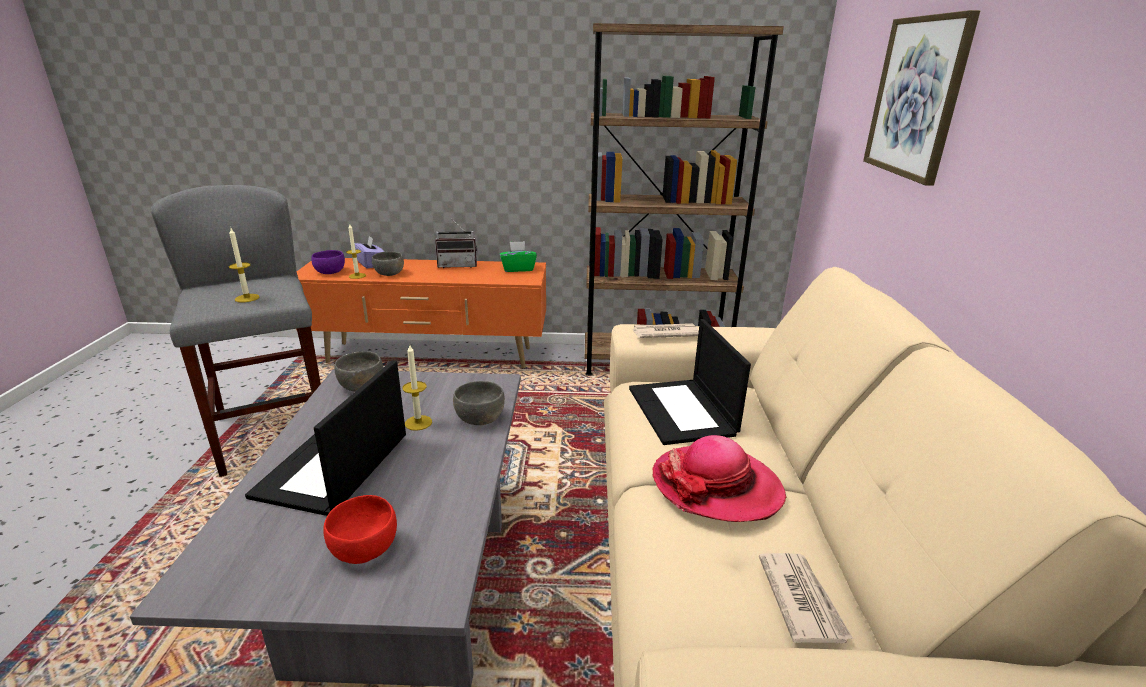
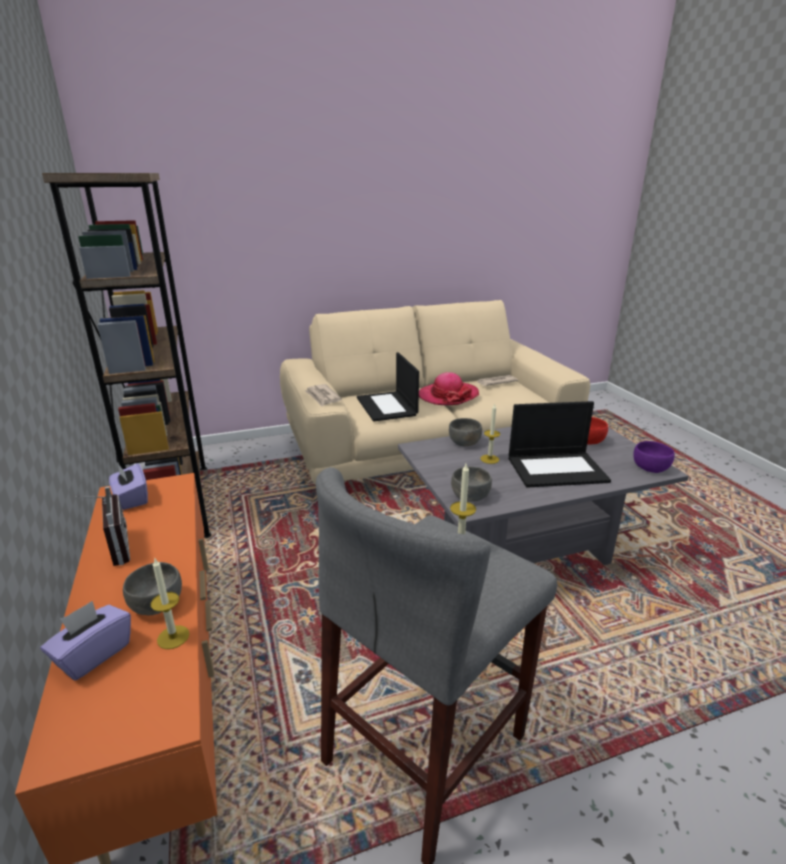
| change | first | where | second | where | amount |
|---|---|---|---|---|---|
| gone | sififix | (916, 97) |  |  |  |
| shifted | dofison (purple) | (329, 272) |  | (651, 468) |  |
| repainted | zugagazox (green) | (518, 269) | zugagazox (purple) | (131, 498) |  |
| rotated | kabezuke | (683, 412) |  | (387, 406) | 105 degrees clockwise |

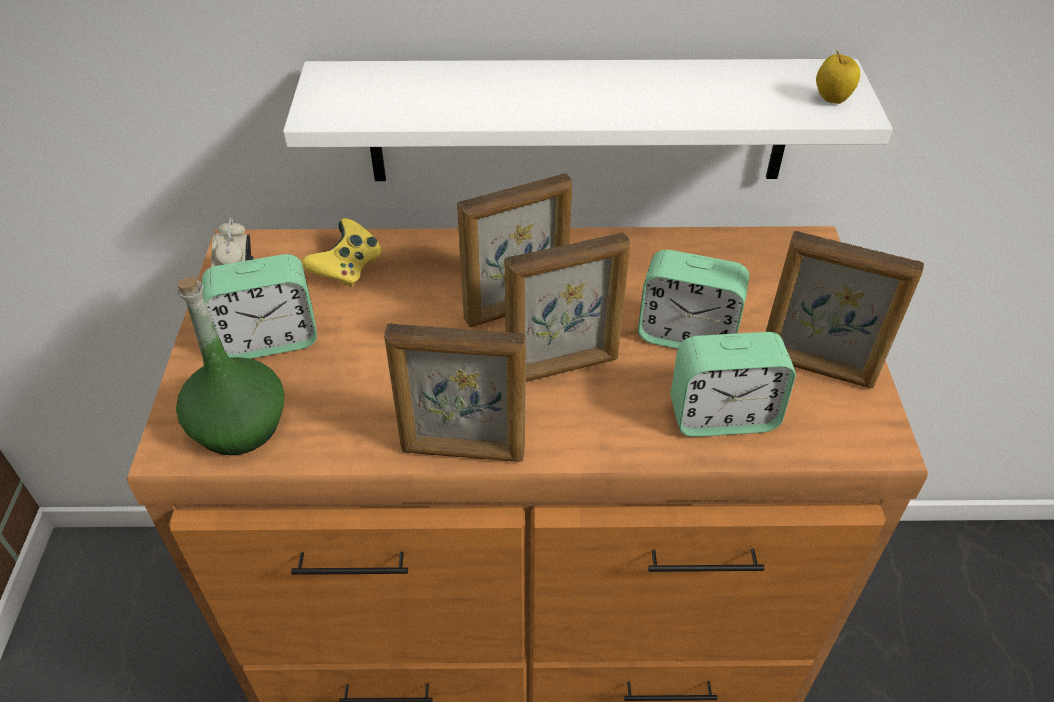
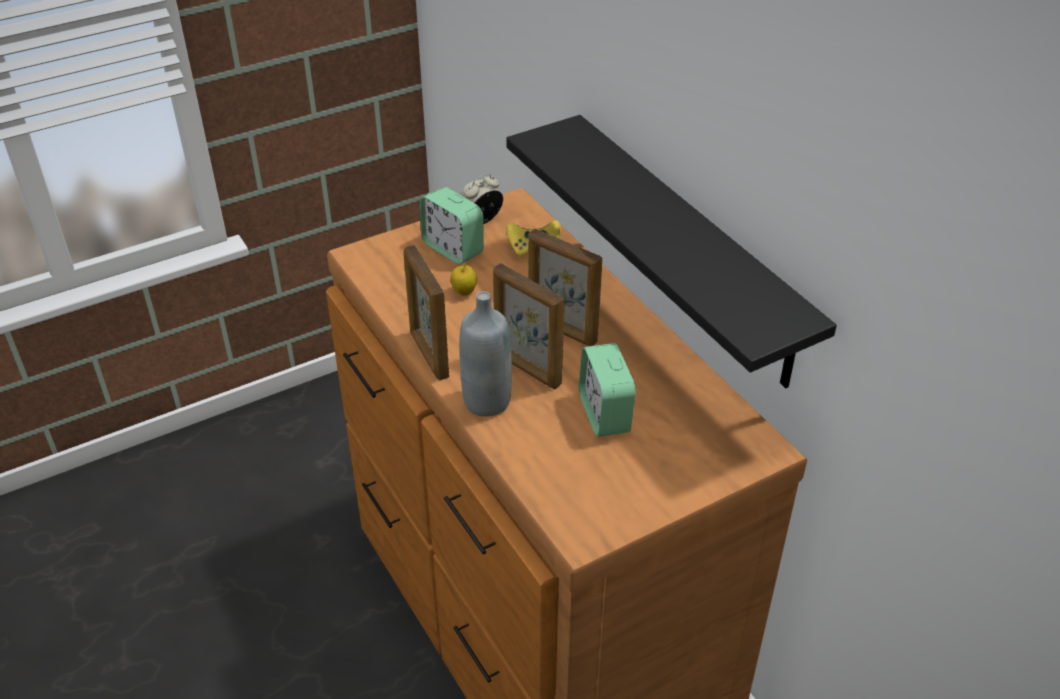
| change | first | where | second | where | amount |
|---|---|---|---|---|---|
| gone | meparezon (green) | (239, 426) |  |  |  |
| gone | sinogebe | (722, 416) |  |  |  |
| gone | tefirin | (816, 369) |  |  |  |
| new |  |  | meparezon (grey) | (487, 401) |  |
| shifted | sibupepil | (831, 100) |  | (464, 292) |  |
| repainted | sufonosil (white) | (578, 121) | sufonosil (black) | (688, 250) |  |

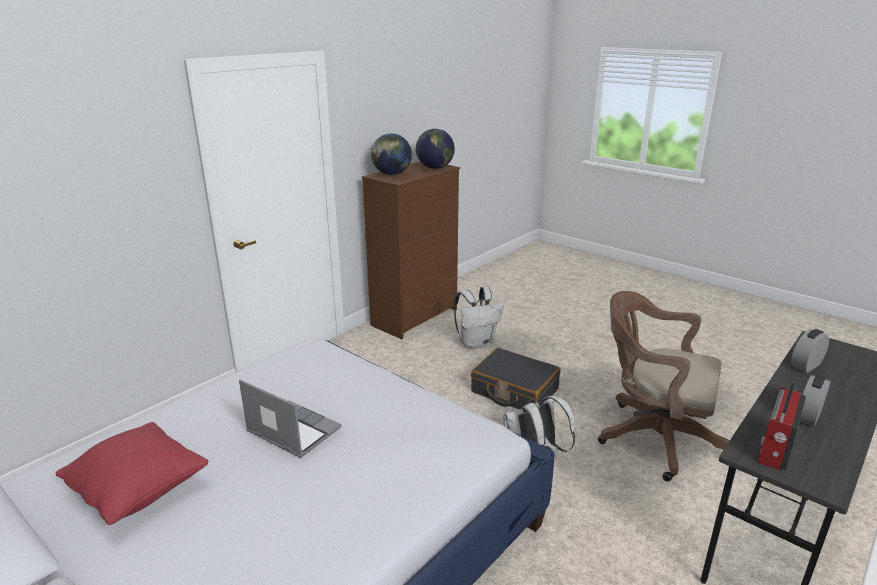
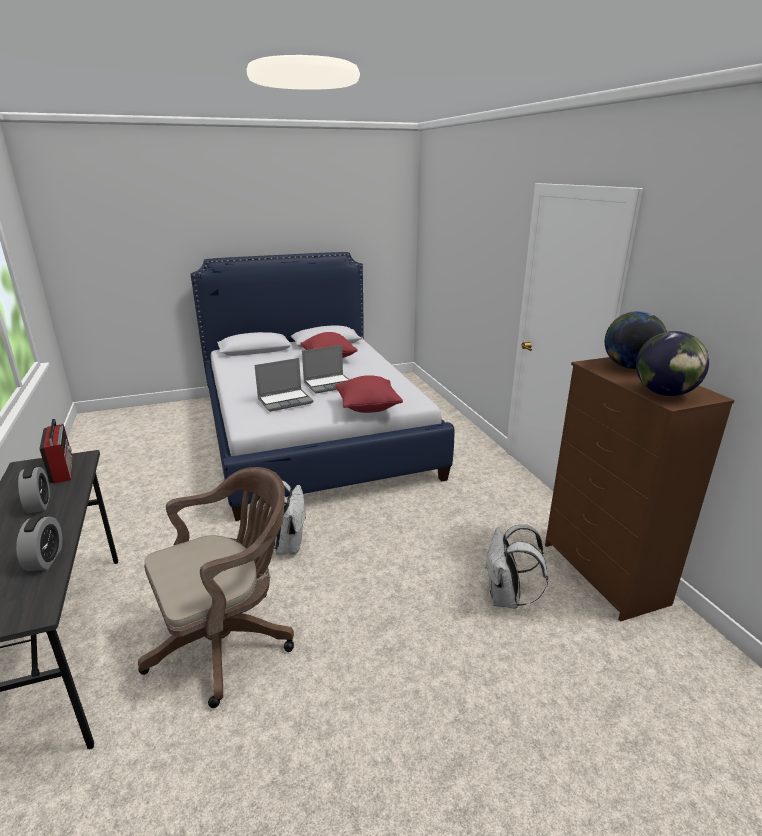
| change | first | where | second | where | amount |
|---|---|---|---|---|---|
| gone | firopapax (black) | (514, 391) |  |  |  |
| new |  |  | kabezuke | (285, 401) |  |
| new |  |  | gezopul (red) | (368, 408) |  |

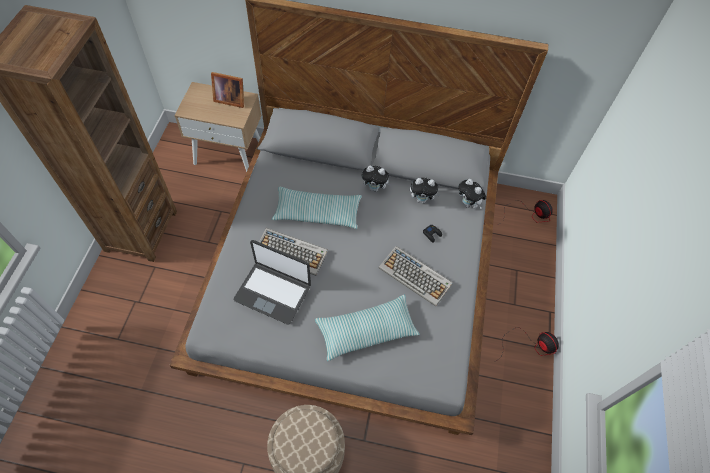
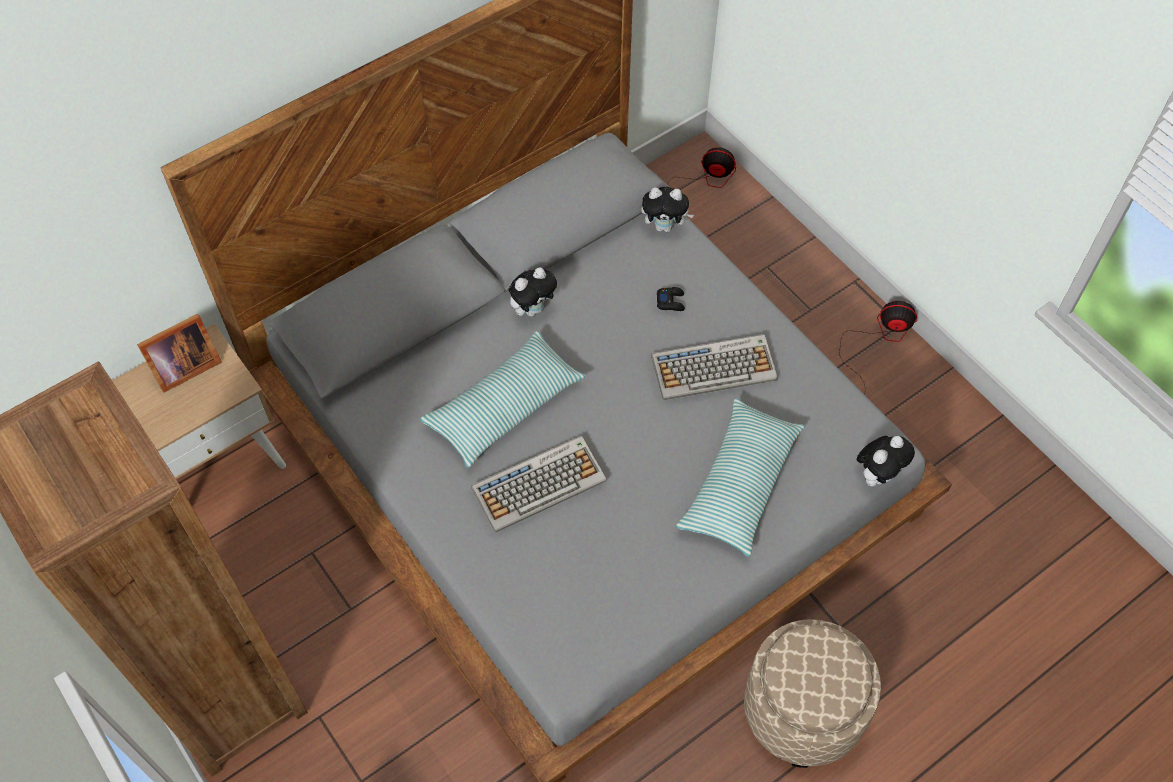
| change | first | where | second | where | amount |
|---|---|---|---|---|---|
| gone | kabezuke | (273, 292) |  |  |  |
| shifted | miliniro | (422, 199) |  | (878, 475) |  |

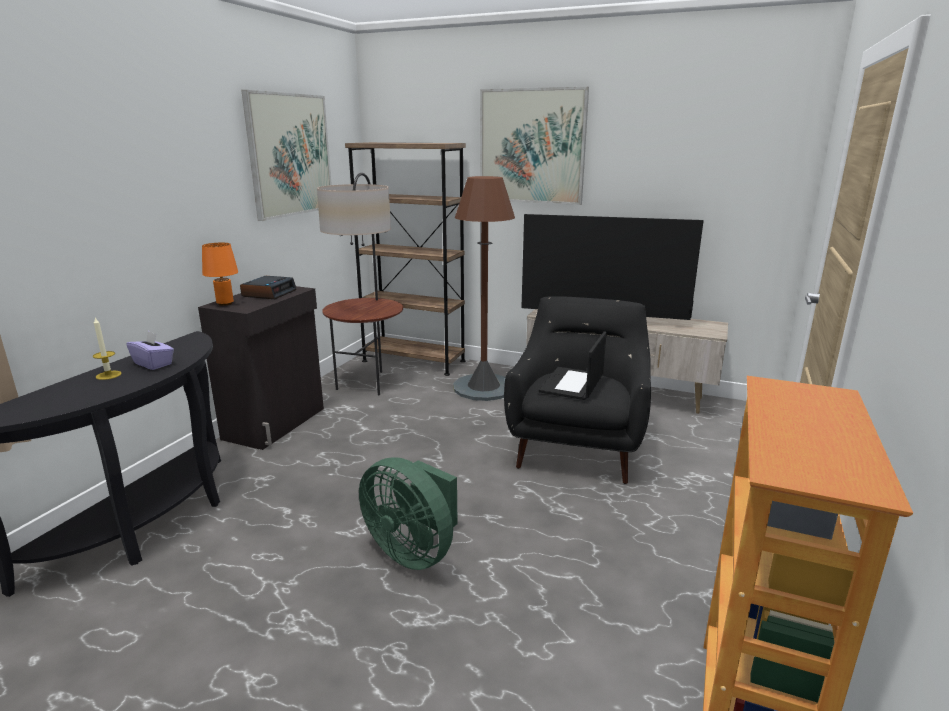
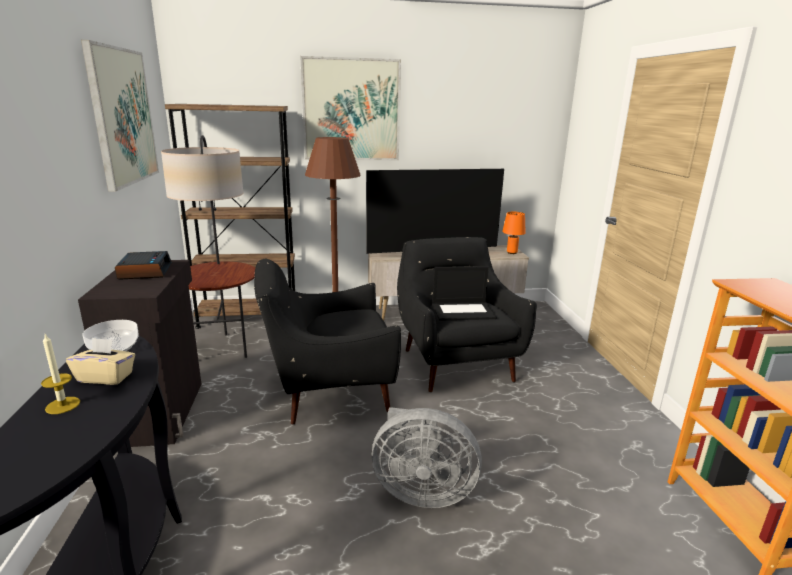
| change | first | where | second | where | amount |
|---|---|---|---|---|---|
| new |  |  | dofison | (114, 348) |  |
| new |  |  | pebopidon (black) | (327, 391) |  |
| shifted | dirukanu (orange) | (224, 303) |  | (511, 252) |  |
| repainted | zugagazox (purple) | (153, 364) | zugagazox (beige) | (106, 377) |  |
| repainted | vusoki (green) | (413, 551) | vusoki (grey) | (421, 491) |  |
| rotated | kabezuke | (572, 384) |  | (463, 311) | 90 degrees counterclockwise |

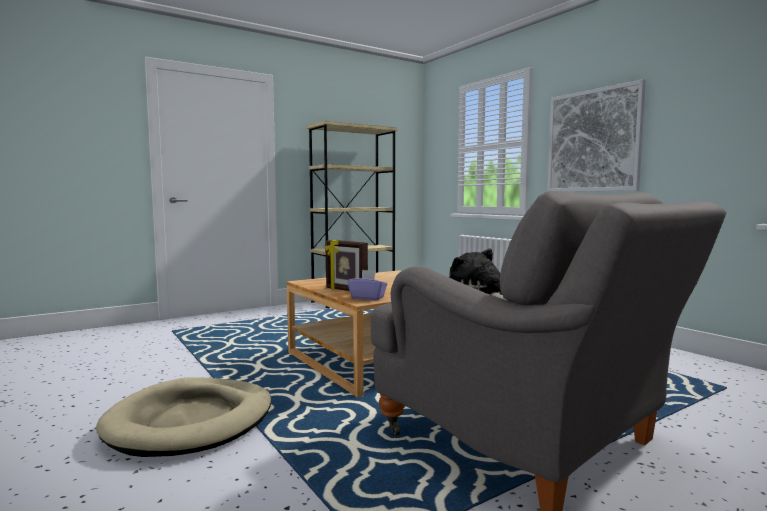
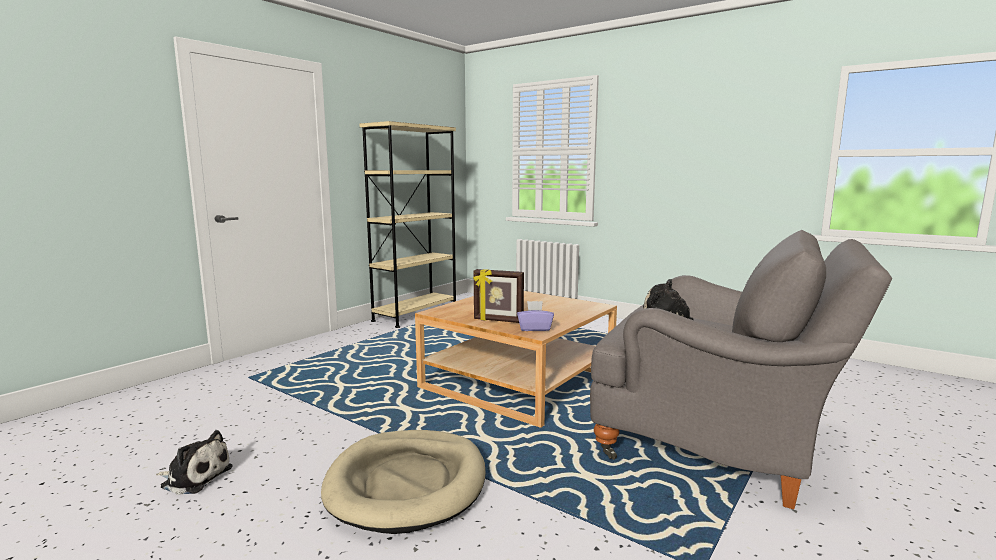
| change | first | where | second | where | amount |
|---|---|---|---|---|---|
| gone | sififix | (593, 141) |  |  |  |
| new |  |  | miliniro | (194, 477) |  |

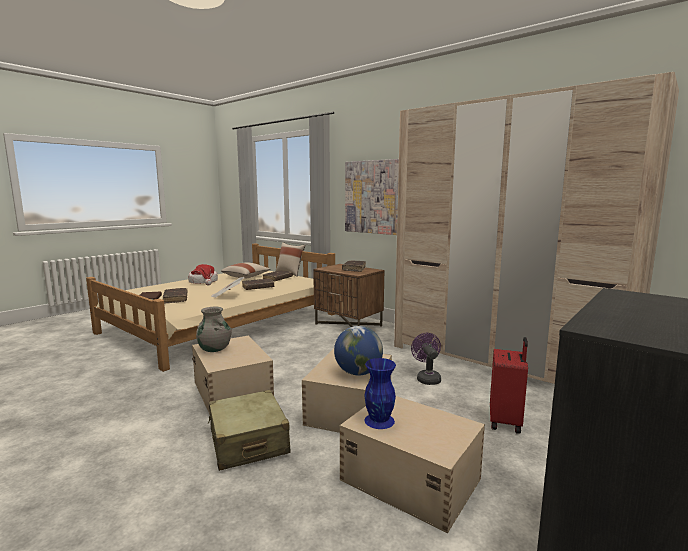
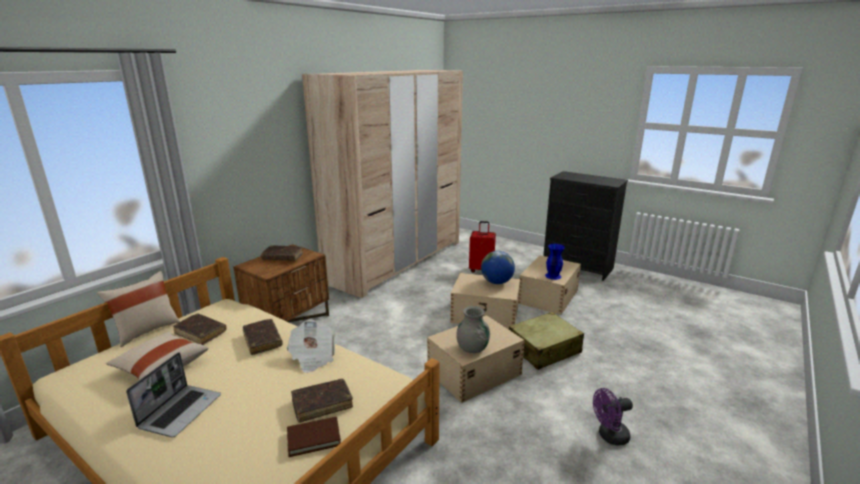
| change | first | where | second | where | amount |
|---|---|---|---|---|---|
| gone | sififix | (375, 197) |  |  |  |
| shifted | vusoki (purple) | (427, 378) |  | (609, 436) |  |
| swapped | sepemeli | (203, 282) | kabezuke | (181, 411) |  |

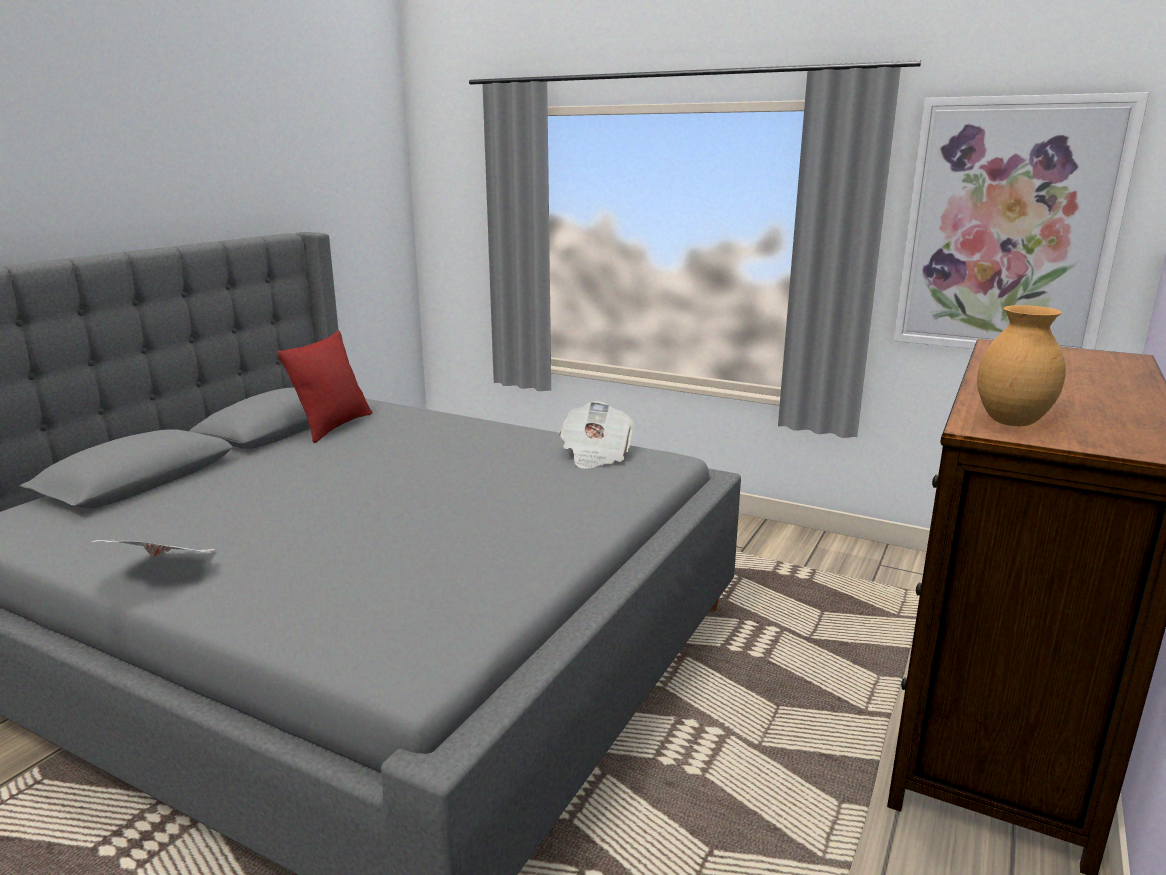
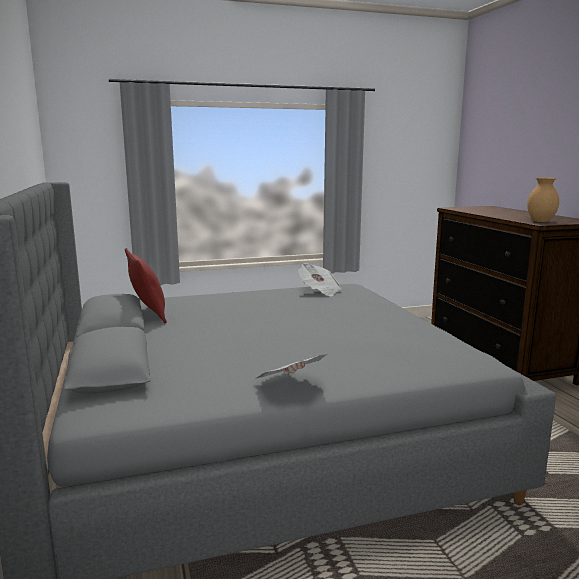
| change | first | where | second | where | amount |
|---|---|---|---|---|---|
| gone | sififix | (1009, 228) |  |  |  |

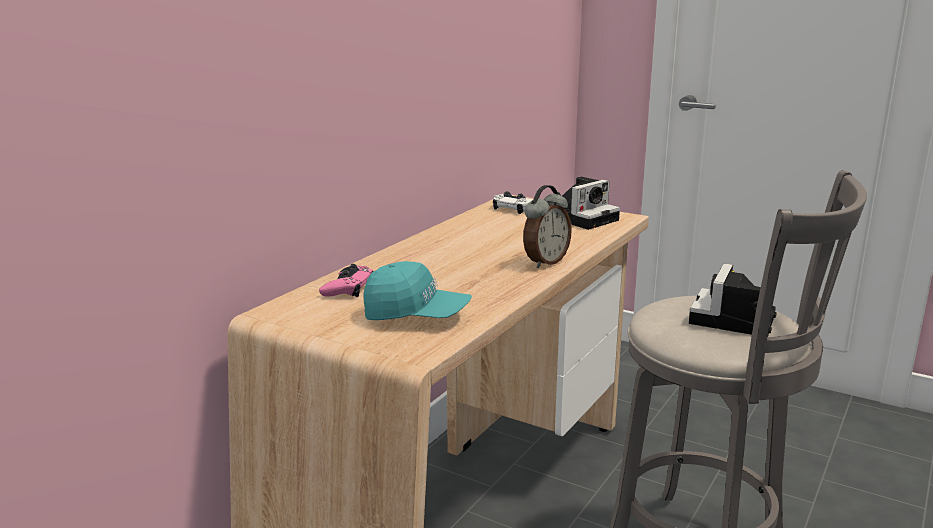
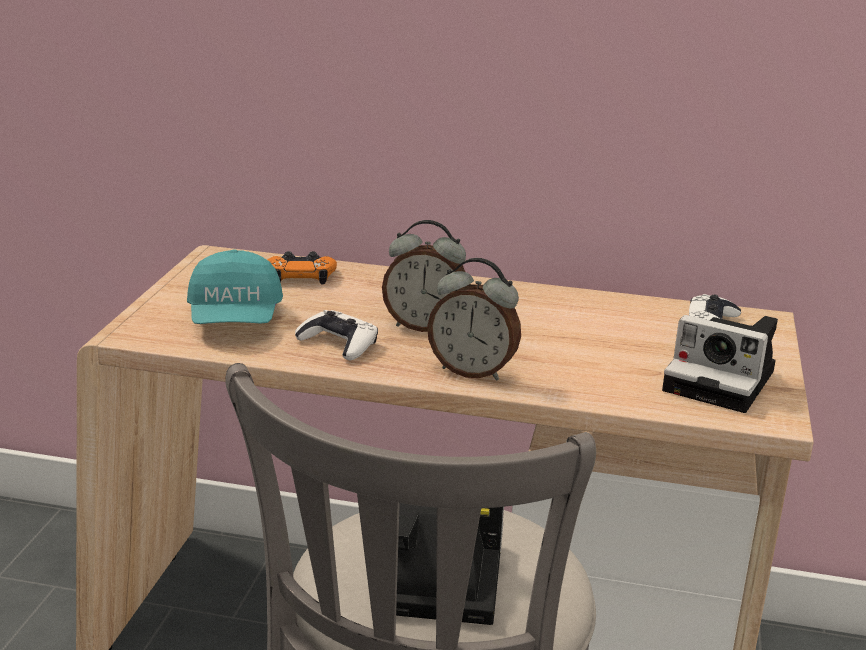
| change | first | where | second | where | amount |
|---|---|---|---|---|---|
| new |  |  | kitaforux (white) | (338, 343) |  |
| new |  |  | sinogebe | (424, 326) |  |
| repainted | kitaforux (pink) | (348, 288) | kitaforux (orange) | (301, 276) |  |

